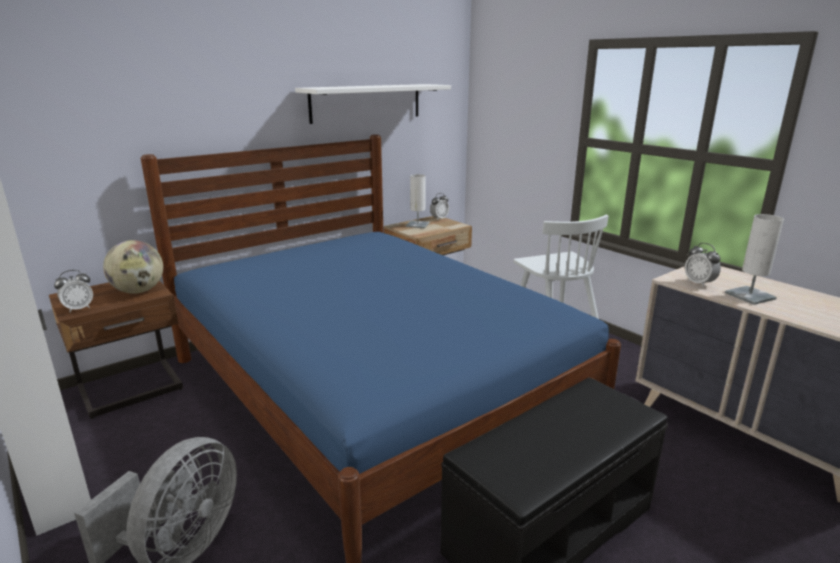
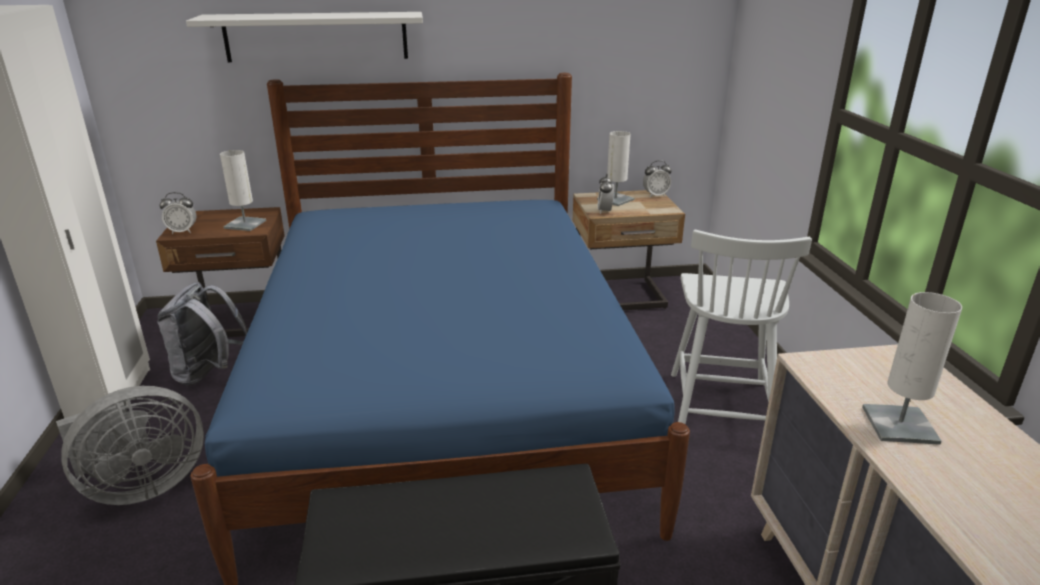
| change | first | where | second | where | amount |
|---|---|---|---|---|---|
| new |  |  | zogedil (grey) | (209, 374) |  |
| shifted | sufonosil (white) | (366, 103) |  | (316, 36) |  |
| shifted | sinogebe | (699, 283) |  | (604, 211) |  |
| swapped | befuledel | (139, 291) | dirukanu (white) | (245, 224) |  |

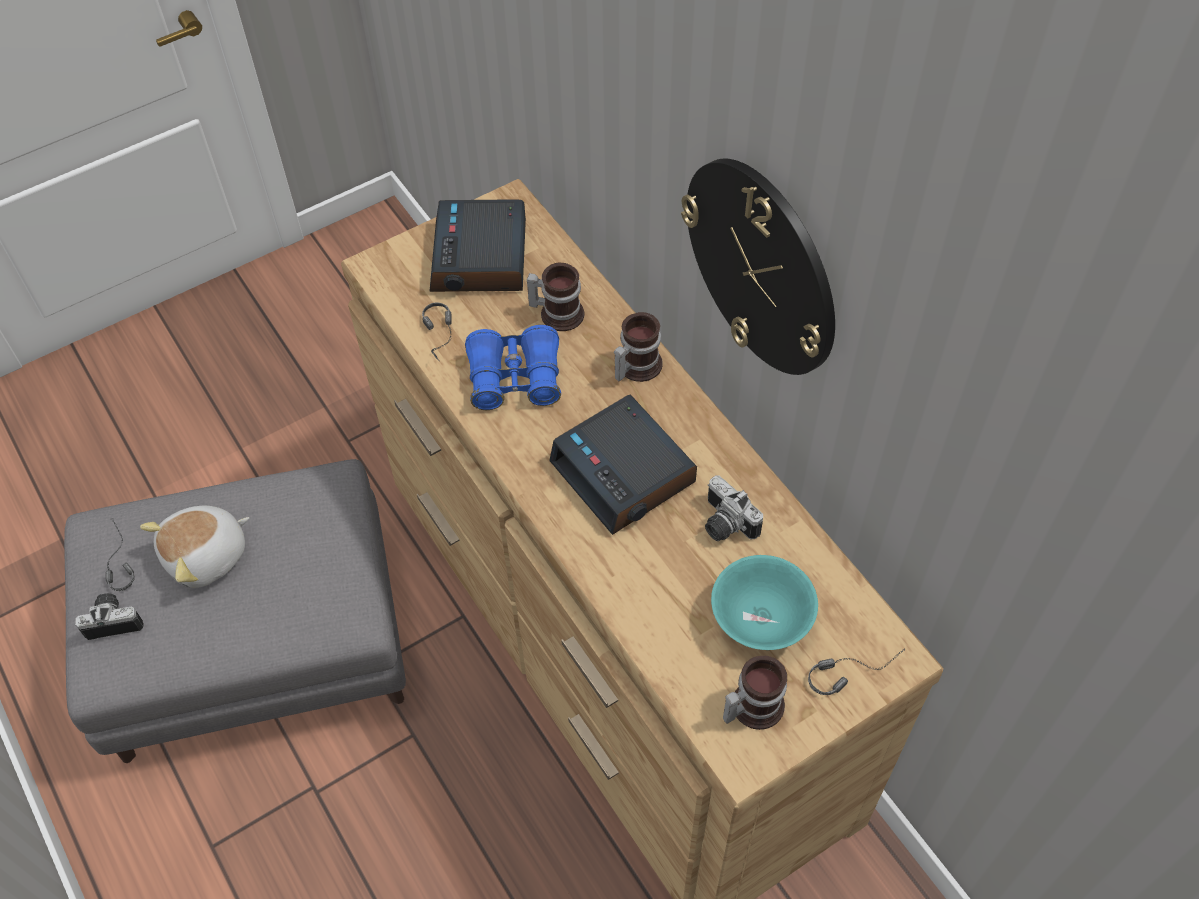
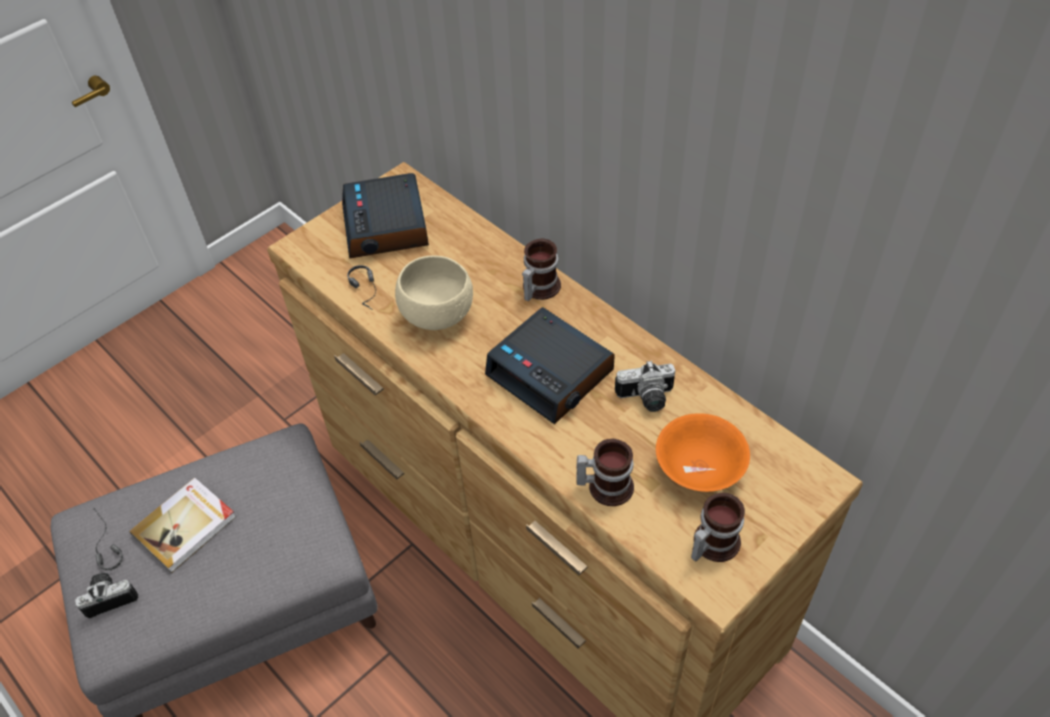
| change | first | where | second | where | amount |
|---|---|---|---|---|---|
| gone | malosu | (761, 266) |  |  |  |
| gone | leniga | (852, 668) |  |  |  |
| shifted | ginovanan | (558, 312) |  | (606, 485) |  |
| swapped | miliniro | (207, 556) | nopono | (186, 526) |  |
| swapped | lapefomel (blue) | (515, 378) | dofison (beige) | (439, 314) |  |
| repainted | dofison (turquoise) | (760, 618) | dofison (orange) | (698, 469) |  |
| rotated | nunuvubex | (724, 524) |  | (646, 399) | 45 degrees counterclockwise |

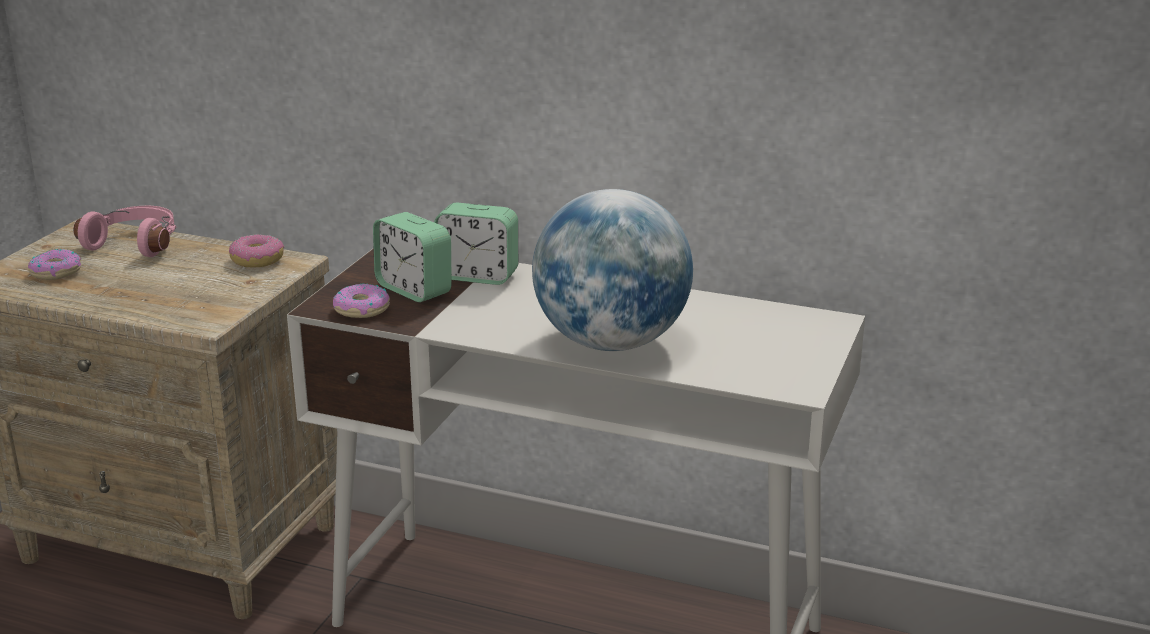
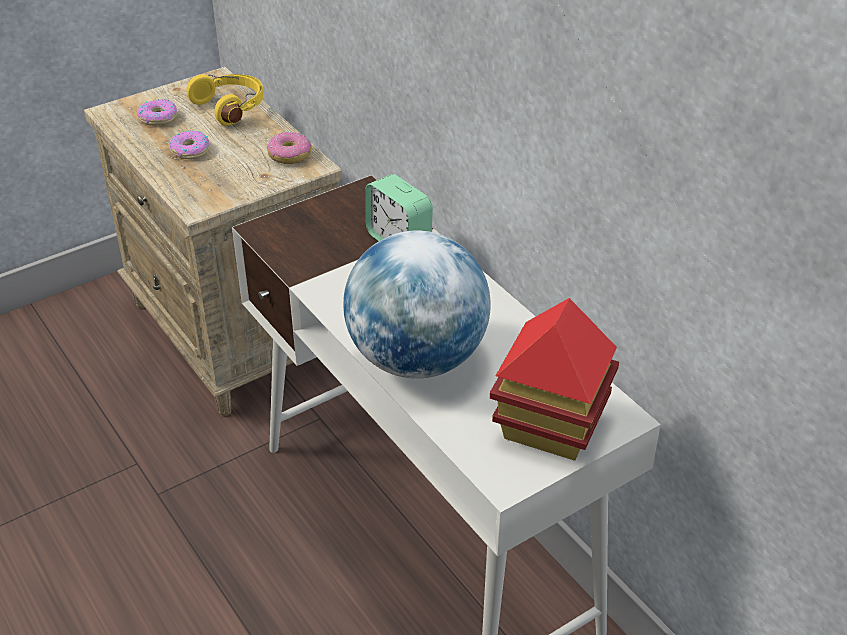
| change | first | where | second | where | amount |
|---|---|---|---|---|---|
| gone | sinogebe | (414, 289) |  |  |  |
| new |  |  | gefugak | (549, 427) |  |
| shifted | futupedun | (361, 309) |  | (190, 150) |  |
| repainted | leniga (pink) | (136, 243) | leniga (yellow) | (231, 107) |  |

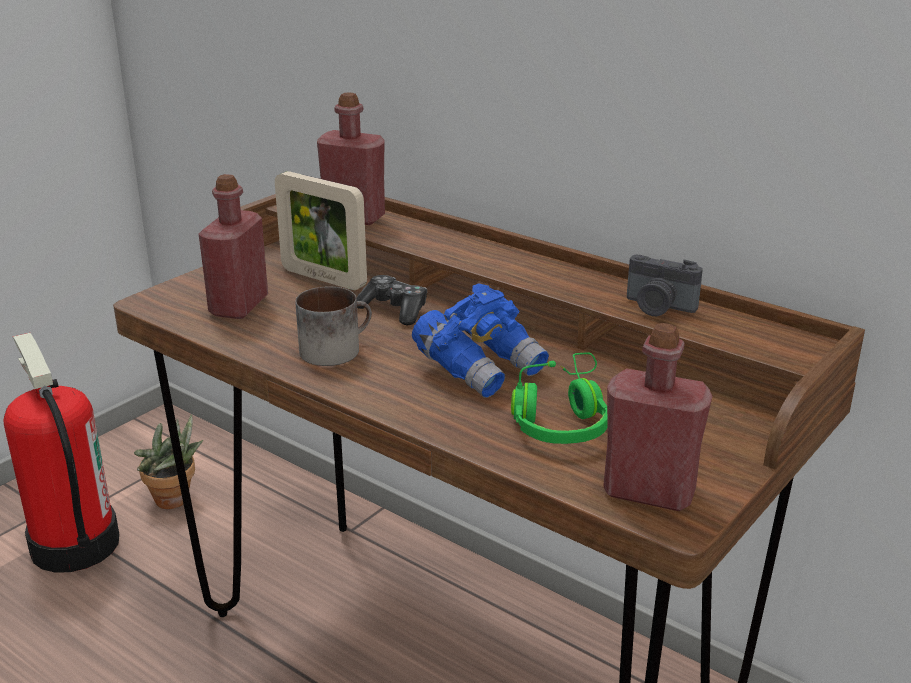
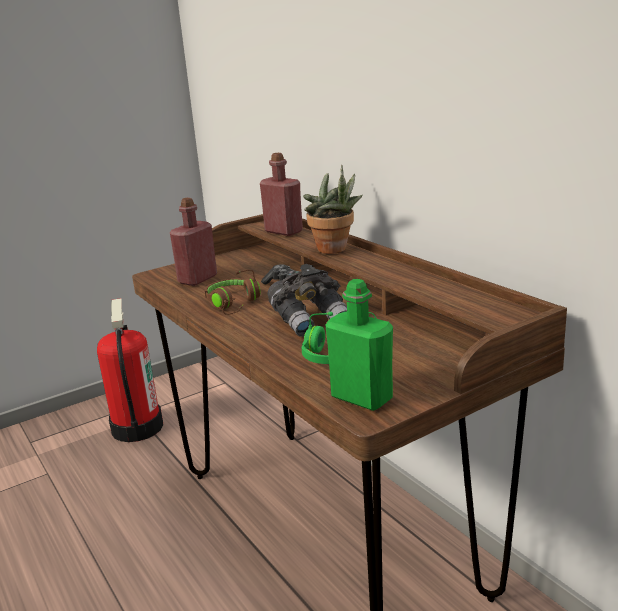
| change | first | where | second | where | amount |
|---|---|---|---|---|---|
| gone | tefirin | (323, 278) |  |  |  |
| gone | nunuvubex | (658, 307) |  |  |  |
| shifted | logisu | (176, 501) |  | (335, 250) |  |
| swapped | ginovanan | (335, 349) | leniga (brown) | (233, 304) |  |
| repainted | lapefomel (blue) | (480, 368) | lapefomel (grey) | (311, 321) |  |
| repainted | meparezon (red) | (649, 492) | meparezon (green) | (362, 398) |  |

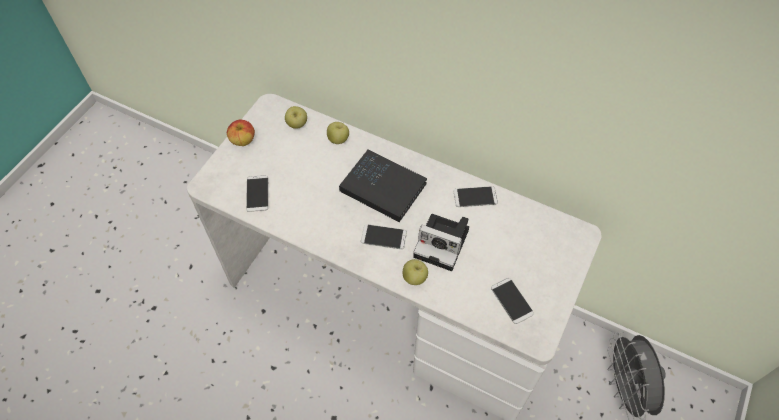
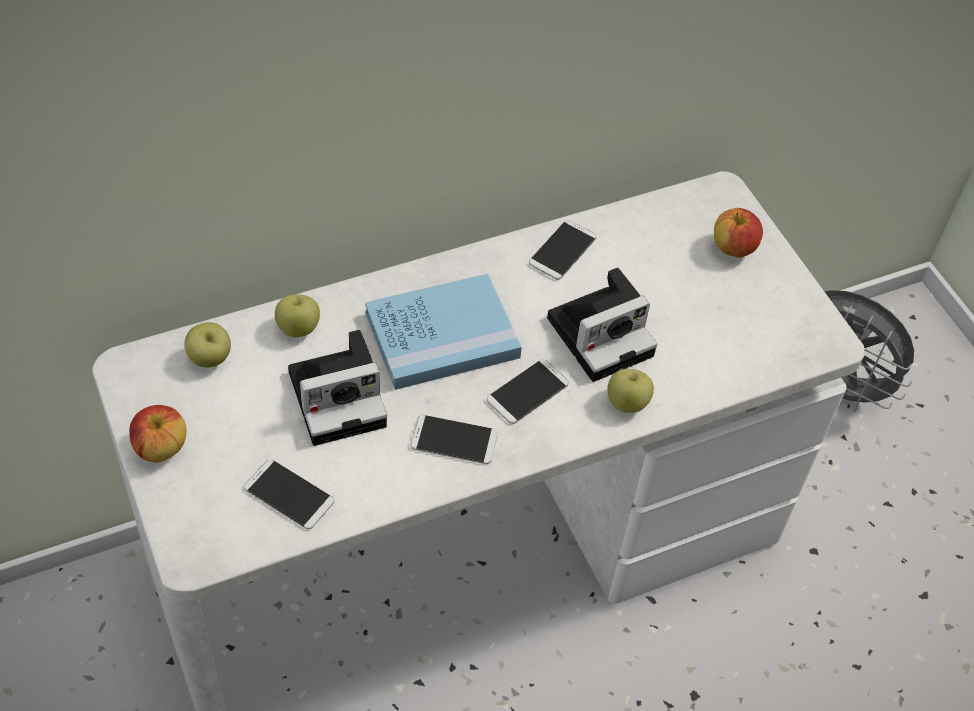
| change | first | where | second | where | amount |
|---|---|---|---|---|---|
| new |  |  | nunuvubex | (341, 397) |  |
| new |  |  | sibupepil | (733, 248) |  |
| shifted | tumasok | (511, 301) |  | (454, 440) |  |
| repainted | nopono (black) | (383, 187) | nopono (blue) | (442, 335) |  |

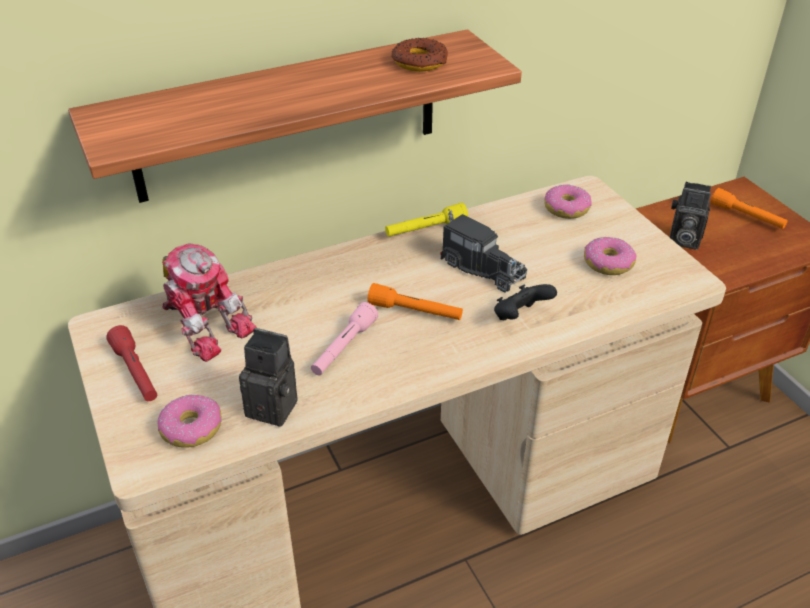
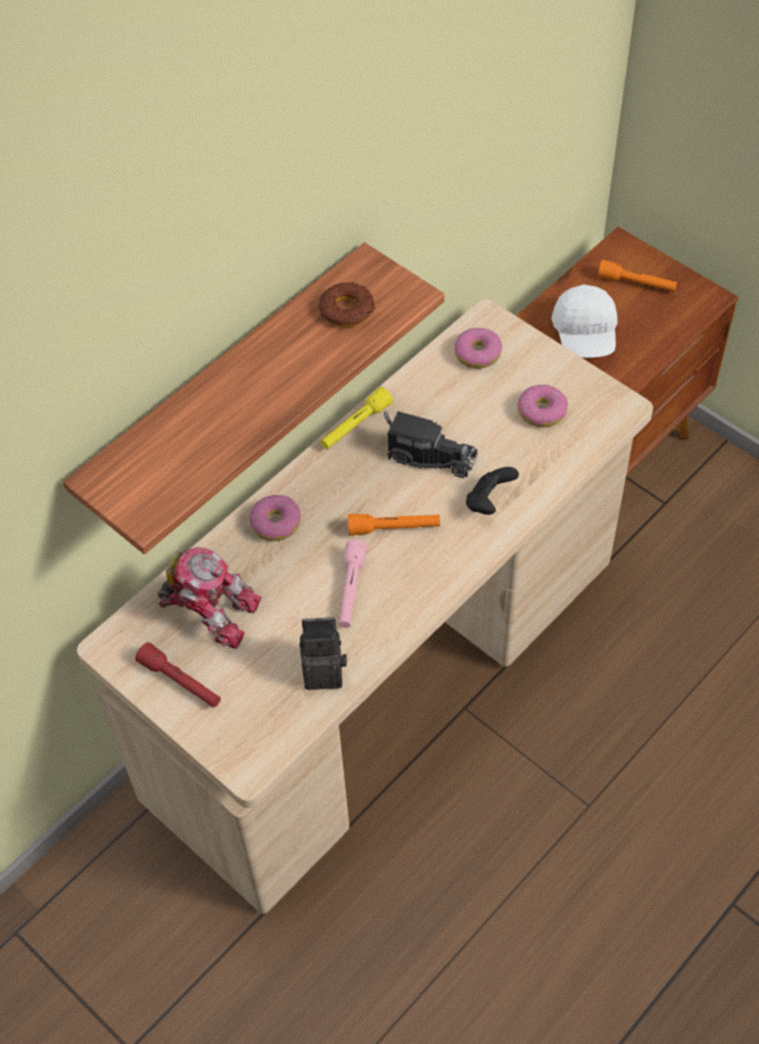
| change | first | where | second | where | amount |
|---|---|---|---|---|---|
| shifted | futupedun | (191, 429) |  | (276, 524) |  |
| swapped | nunuvubex | (682, 240) | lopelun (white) | (585, 335) |  |

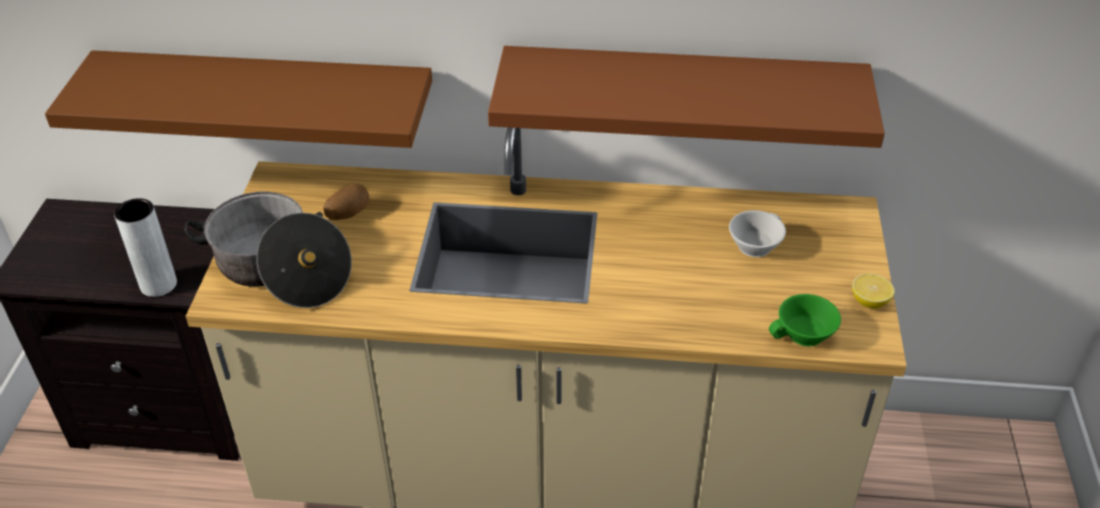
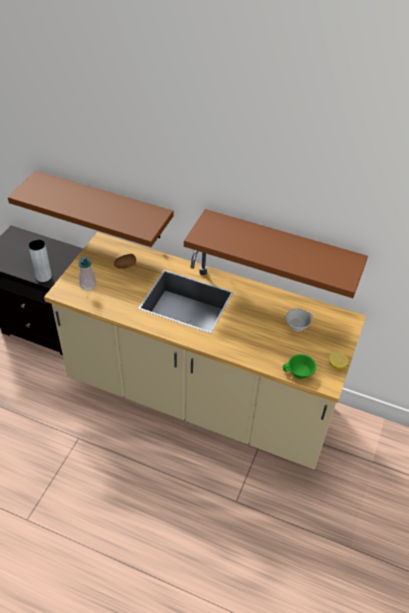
| change | first | where | second | where | amount |
|---|---|---|---|---|---|
| swapped | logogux | (279, 269) | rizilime | (88, 285) |  |

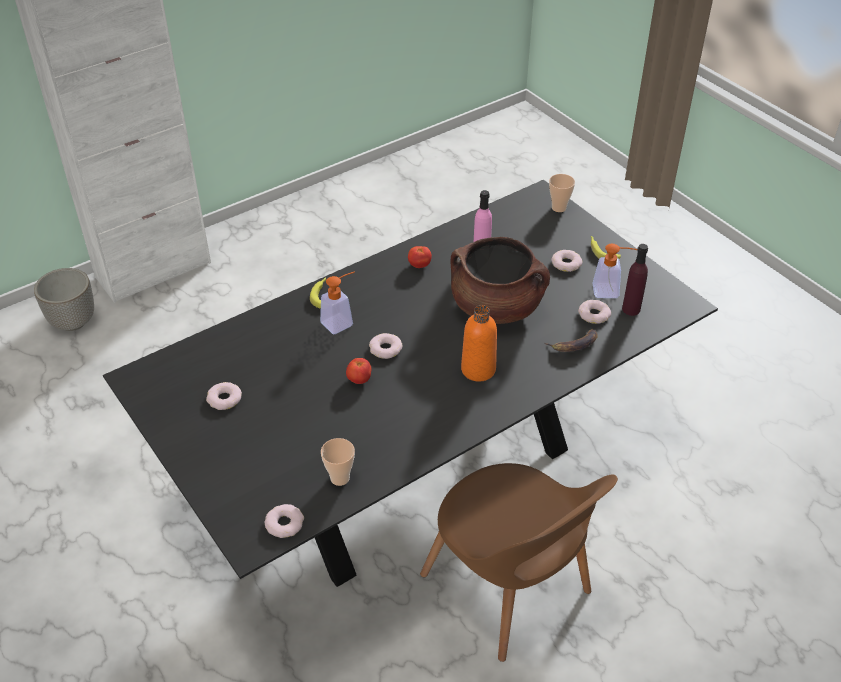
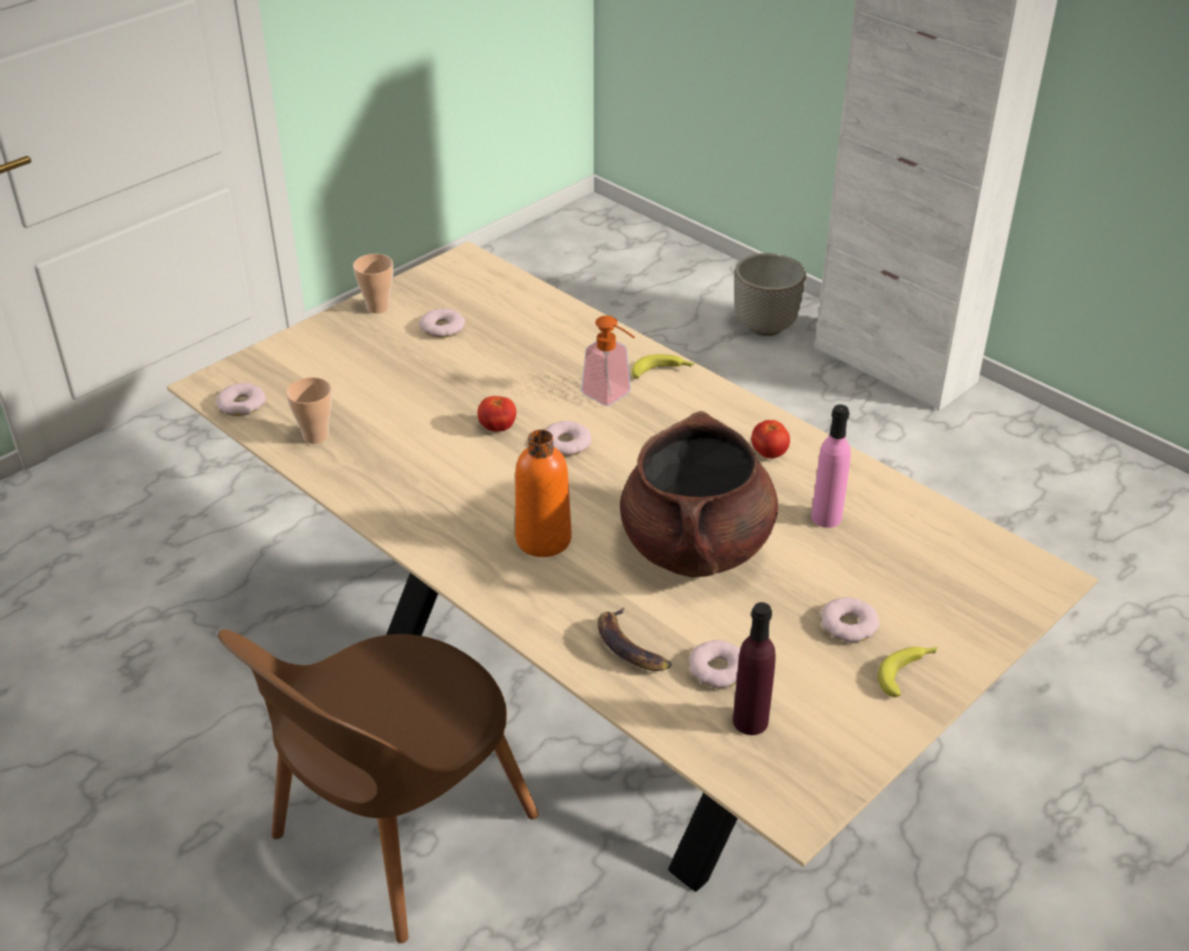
| change | first | where | second | where | amount |
|---|---|---|---|---|---|
| gone | rizilime | (611, 291) |  |  |  |
| shifted | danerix | (559, 208) |  | (377, 307) |  |
| repainted | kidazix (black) | (420, 474) | kidazix (beige) | (594, 700) |  |

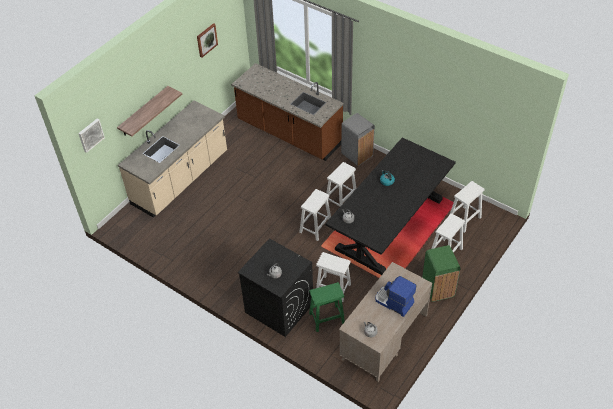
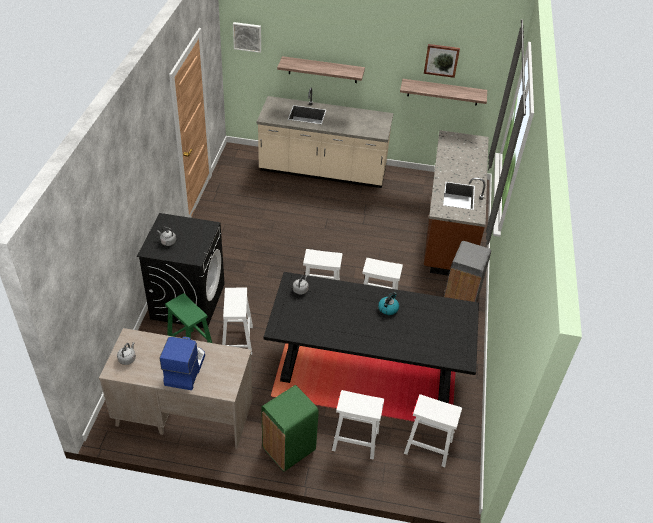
| change | first | where | second | where | amount |
|---|---|---|---|---|---|
| new |  |  | sufonosil | (443, 92) |  |

